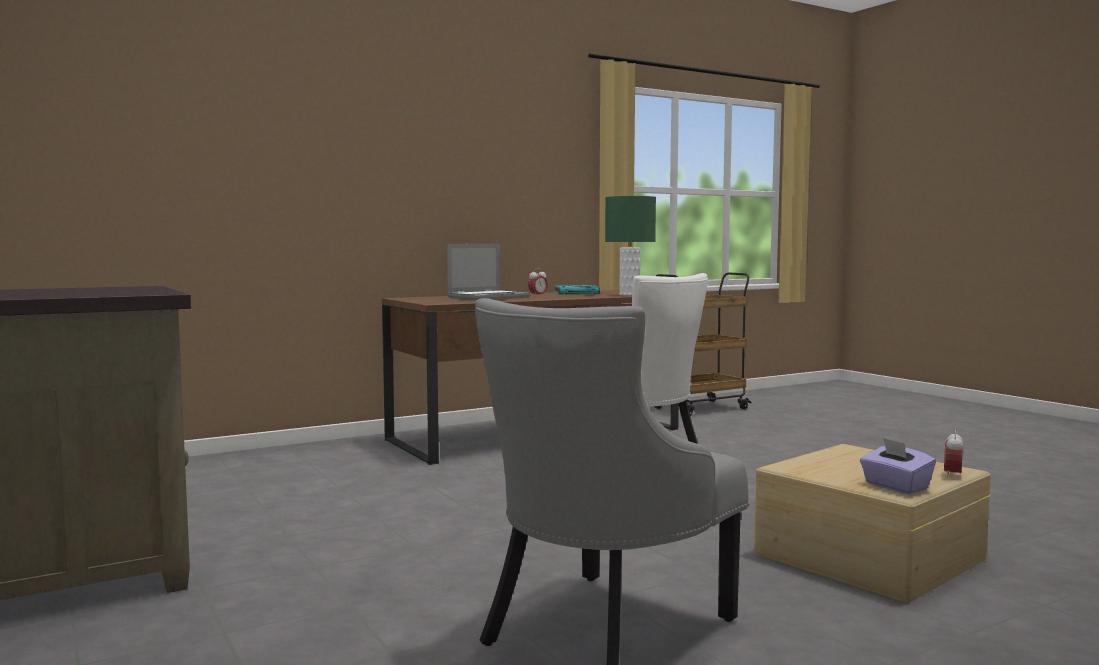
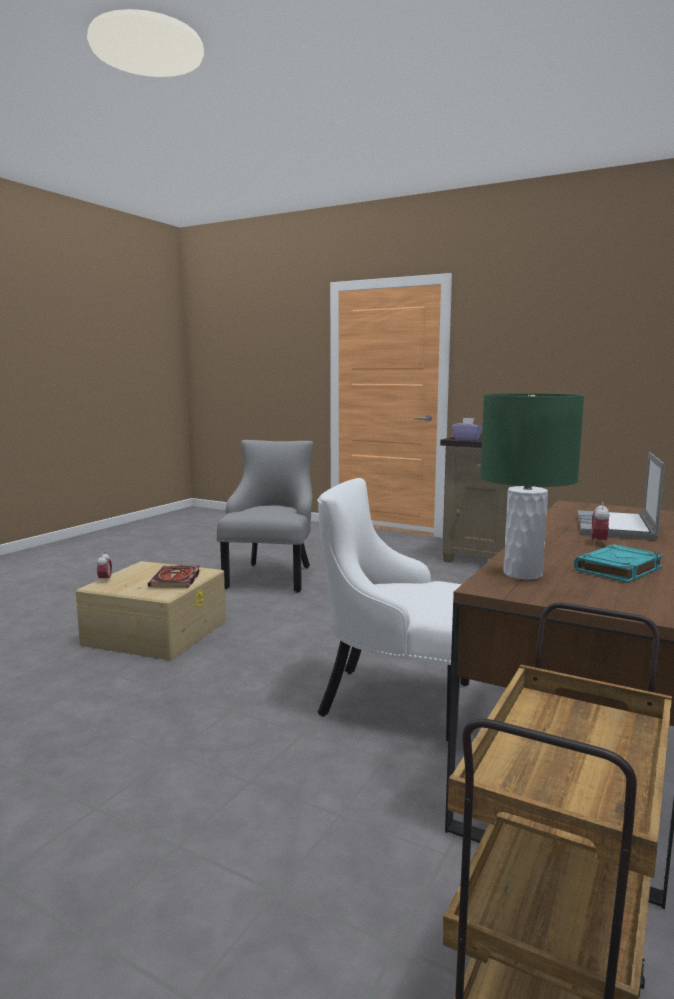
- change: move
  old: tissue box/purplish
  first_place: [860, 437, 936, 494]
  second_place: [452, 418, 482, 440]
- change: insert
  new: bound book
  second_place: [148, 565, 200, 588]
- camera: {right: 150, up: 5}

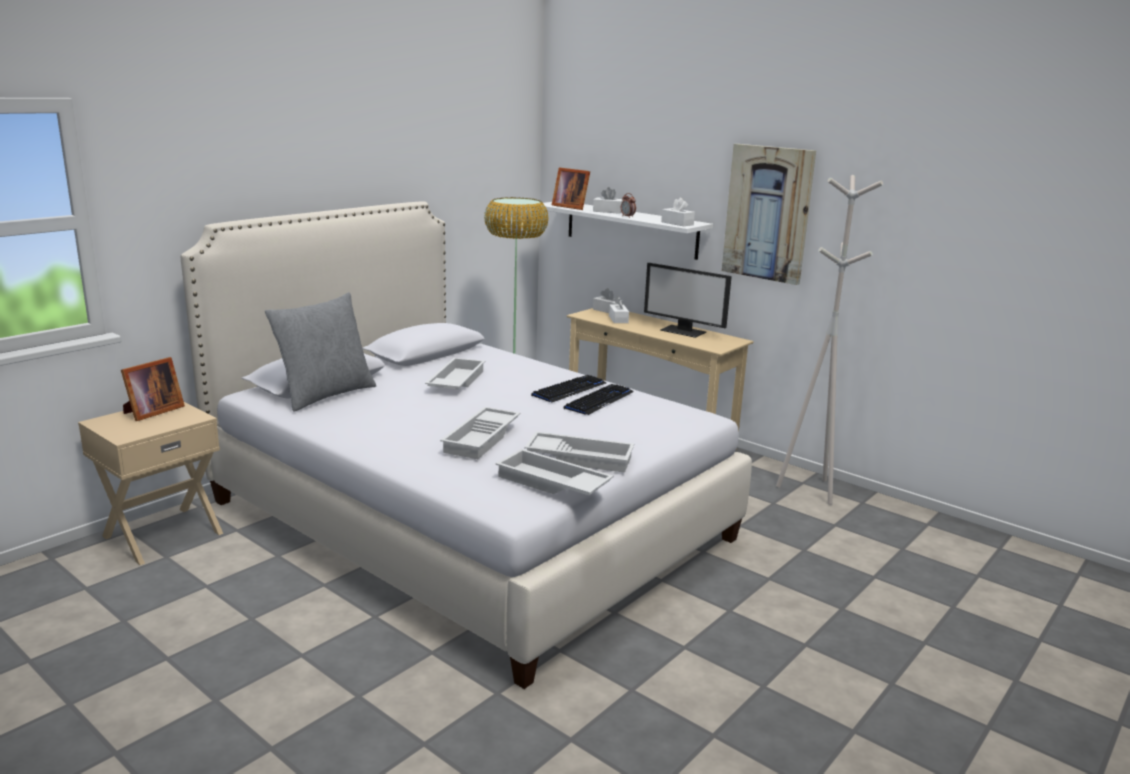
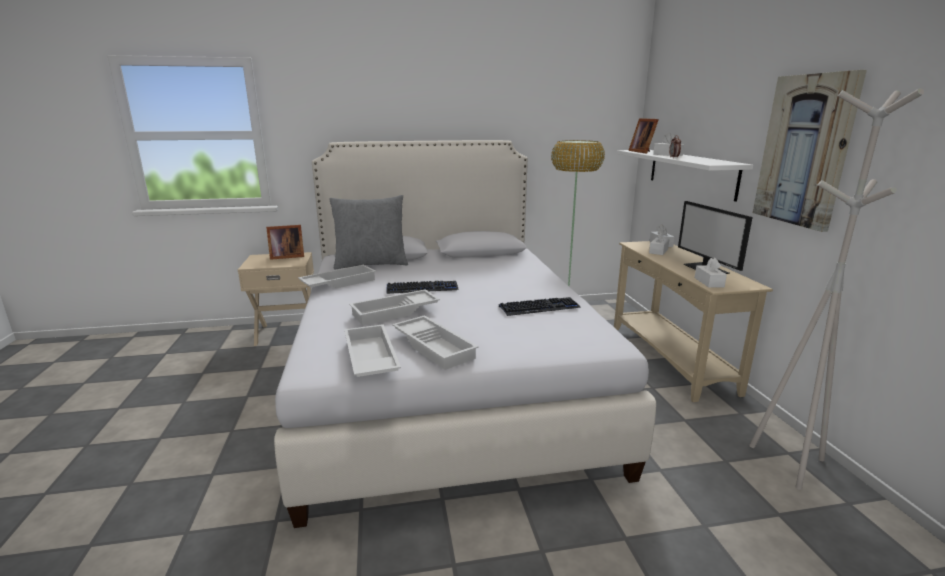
- change: move
  old: tissue box/white
  first_place: [661, 198, 695, 226]
  second_place: [695, 257, 727, 288]
- change: move
  old: carrying tray/white
  first_place: [425, 358, 485, 389]
  second_place: [298, 265, 376, 288]
- change: move
  old: PC keyboard
  first_place: [531, 375, 606, 402]
  second_place: [386, 281, 459, 294]
- camera: {right: 40, up: 0}

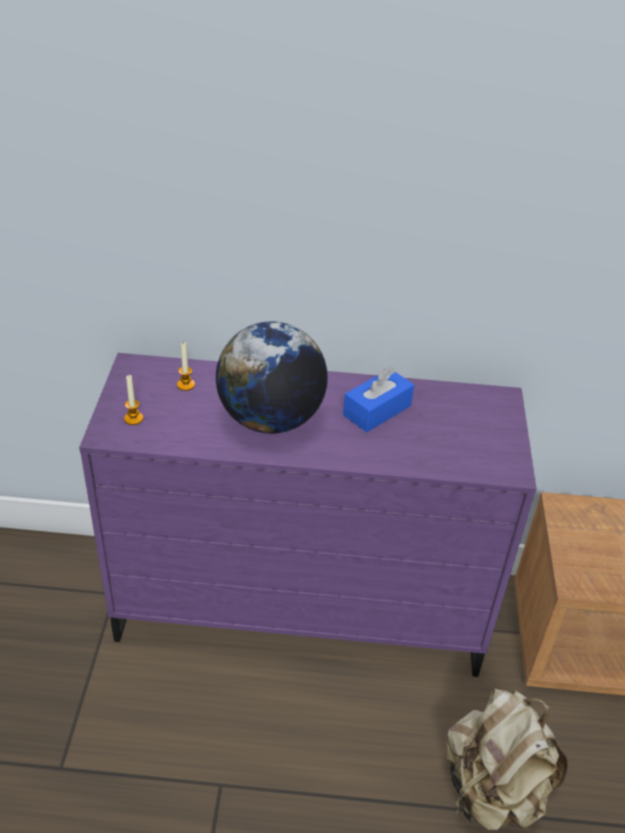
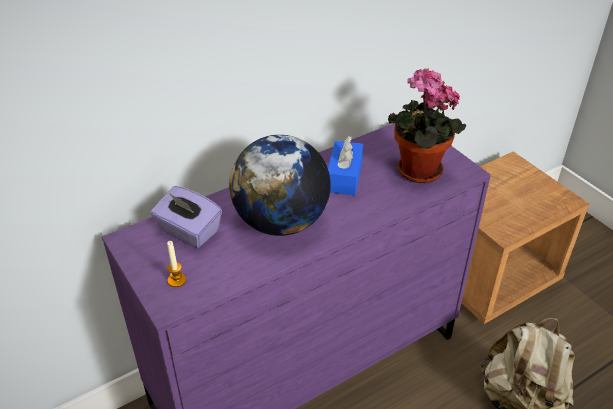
- change: replace
  old: candle
  new: tissue box/purplish
  first_place: [177, 342, 195, 391]
  second_place: [151, 186, 222, 248]
- change: insert
  new: potted plant
  second_place: [388, 68, 466, 183]
- camera: {right: -35, up: 0}

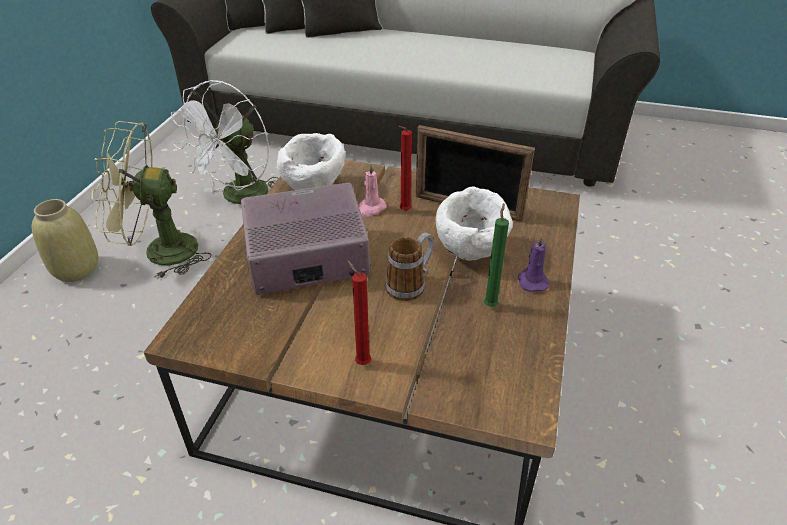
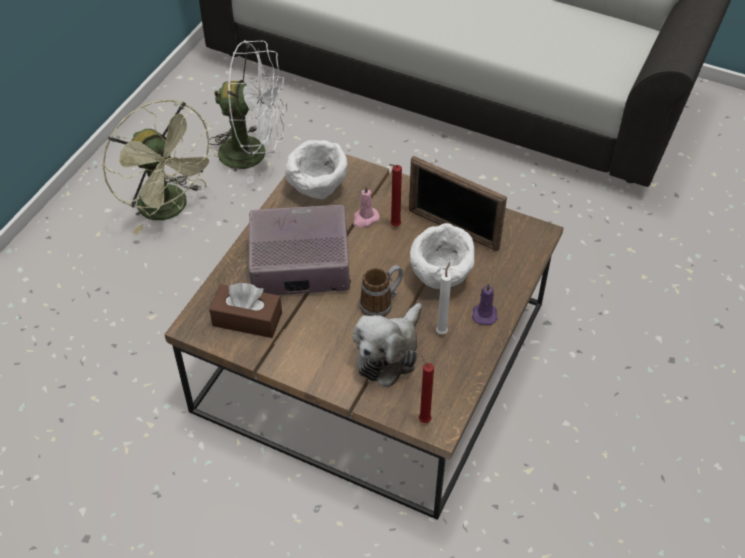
- change: rotate
  old: cooling fan/white
  first_place: [171, 80, 278, 204]
  second_place: [209, 40, 287, 184]
  degrees: -120
- change: rotate
  old: cooling fan/greenish
  first_place: [91, 121, 212, 279]
  second_place: [103, 100, 219, 234]
  degrees: -135
- change: delete
  old: flower vase/beige-coloured
  first_place: [32, 199, 98, 282]
- change: recolor
  old: candle/greenish
  new: candle/white
  first_place: [484, 203, 509, 307]
  second_place: [436, 262, 452, 334]
- change: move
  old: candle/red
  first_place: [347, 260, 371, 365]
  second_place: [419, 354, 434, 423]
- change: insert
  new: tissue box/brown-coloured
  second_place: [209, 283, 282, 338]
- change: insert
  new: plush toy
  second_place: [353, 303, 422, 387]
- camera: {right: 10, up: 10}

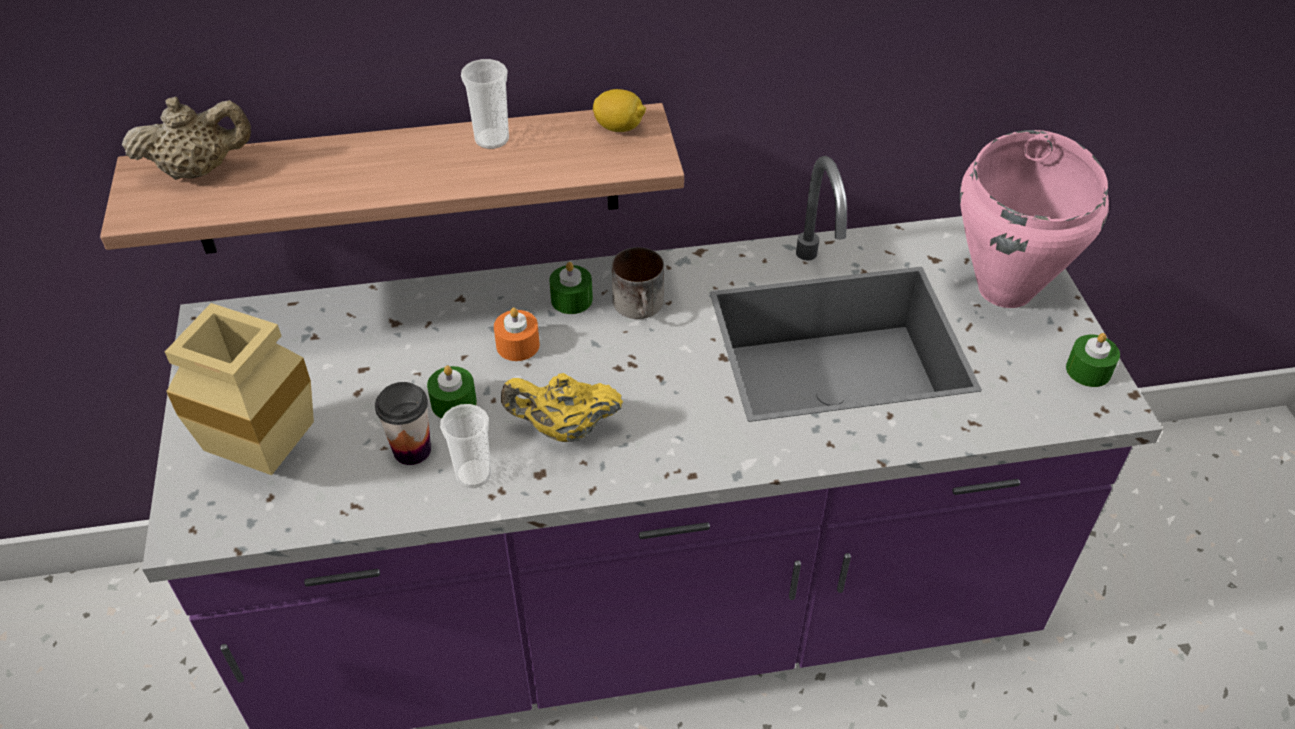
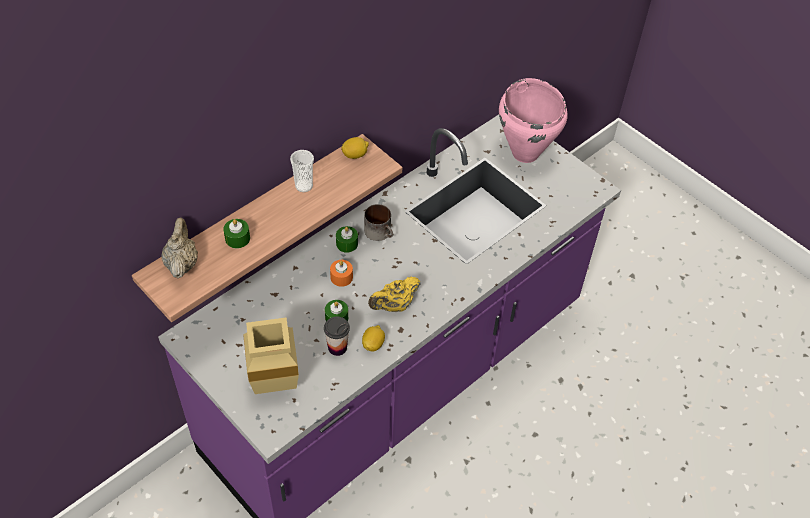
- change: rotate
  old: teapot/beige-coloured
  first_place: [122, 96, 251, 180]
  second_place: [161, 217, 198, 278]
  degrees: -45
- change: move
  old: candle/greenish
  first_place: [1066, 333, 1120, 387]
  second_place: [223, 219, 250, 249]
- change: replace
  old: drinking cup
  new: whole lemon
  first_place: [440, 404, 492, 488]
  second_place: [362, 325, 385, 352]
- camera: {right: -35, up: 5}

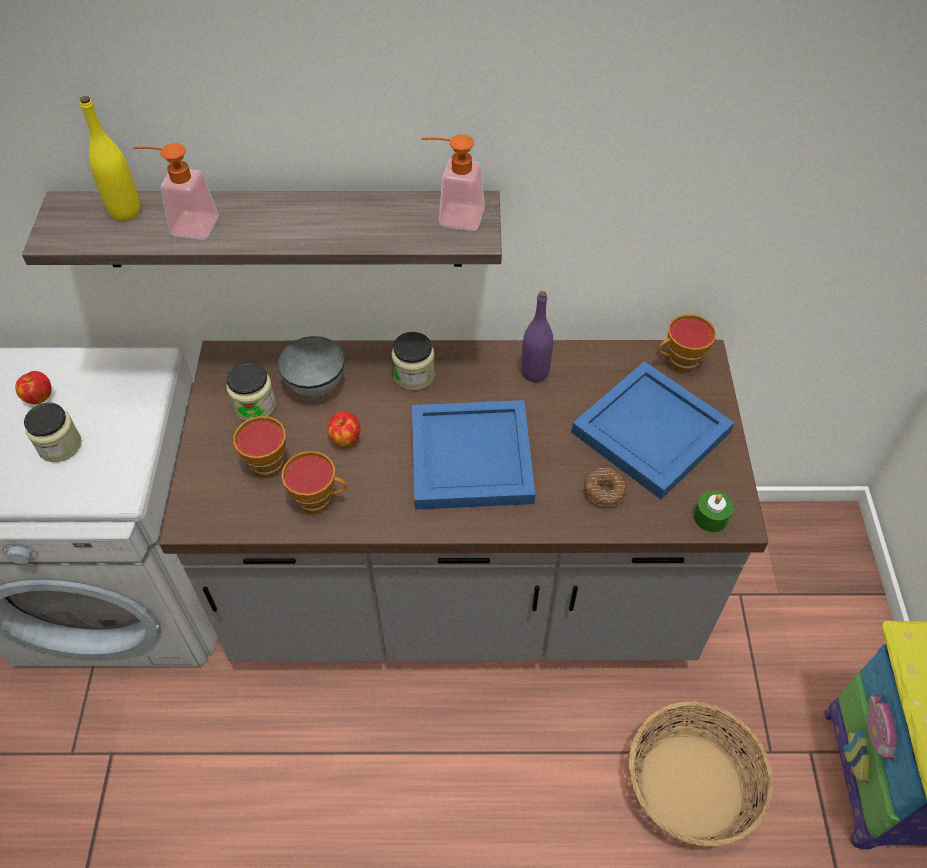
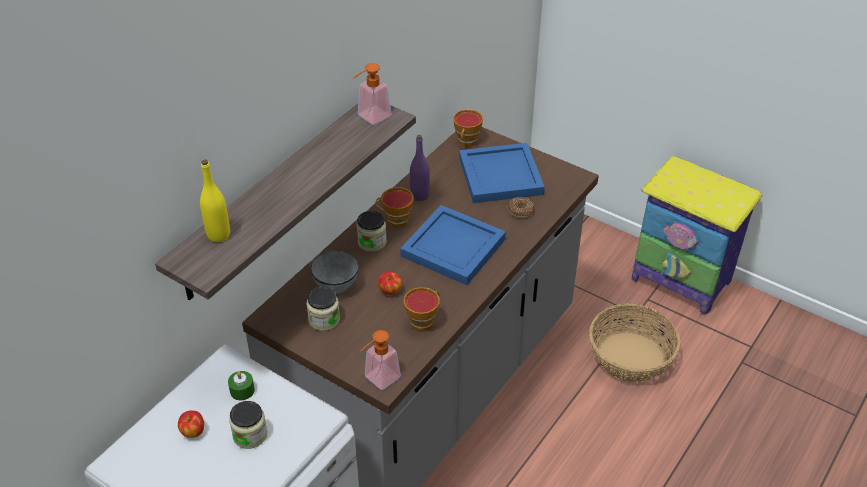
- change: move
  old: soap bottle
  first_place: [133, 143, 219, 240]
  second_place: [360, 330, 401, 390]
- change: move
  old: drinking cup
  first_place: [233, 416, 286, 478]
  second_place: [376, 187, 414, 228]
- change: move
  old: candle/greenish
  first_place: [694, 491, 734, 532]
  second_place: [228, 371, 255, 400]
- camera: {right: -55, up: -10}

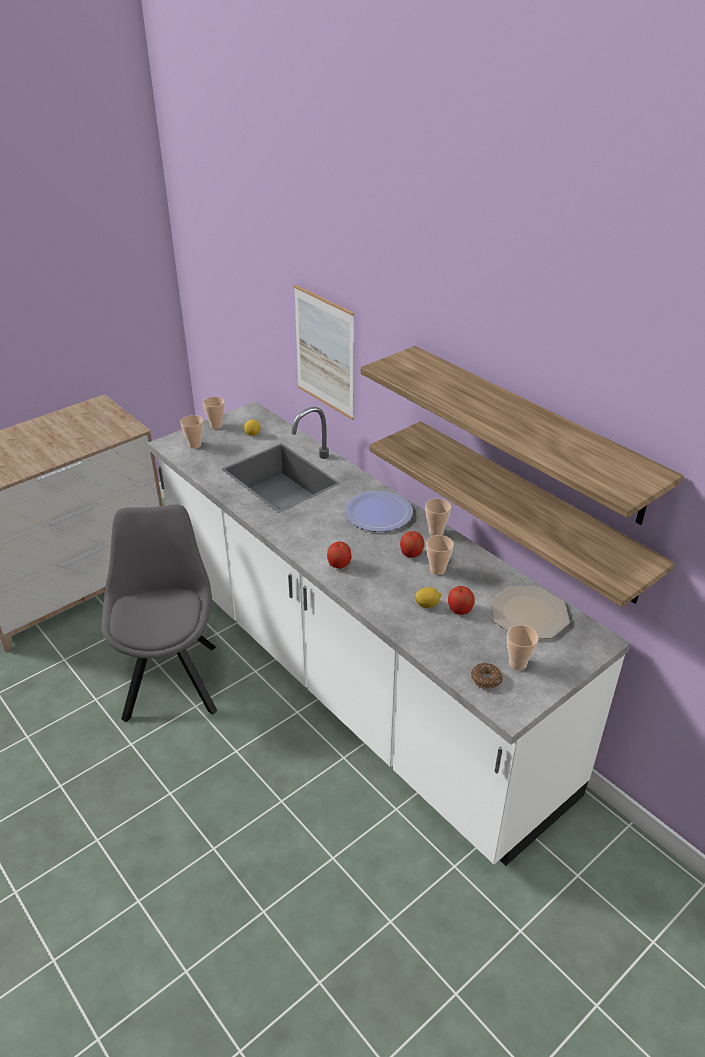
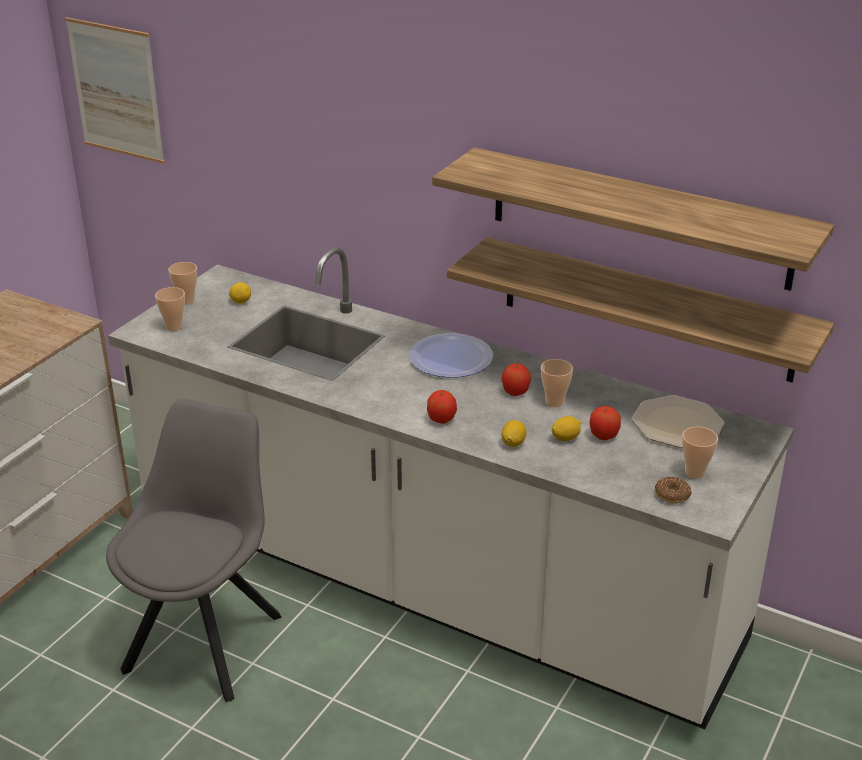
- change: move
  old: picture
  first_place: [293, 285, 354, 420]
  second_place: [65, 17, 165, 164]
- change: delete
  old: drinking cup
  first_place: [425, 498, 451, 536]
- change: rotate
  old: upright chair/gray
  first_place: [101, 504, 217, 722]
  second_place: [106, 399, 282, 702]
  degrees: 45
- change: insert
  new: whole lemon
  second_place: [502, 420, 527, 447]
- camera: {right: -20, up: -5}

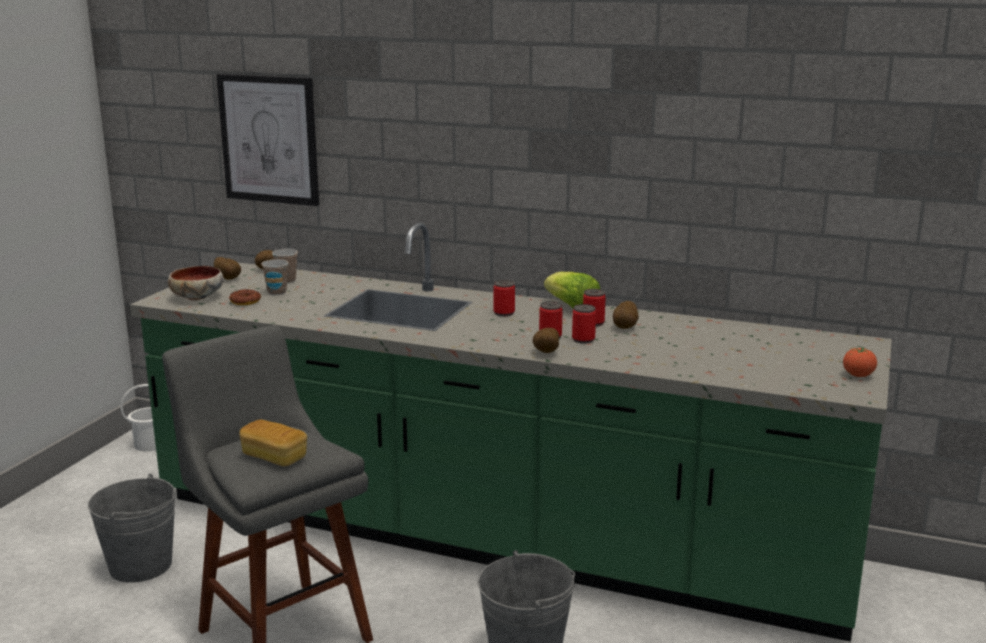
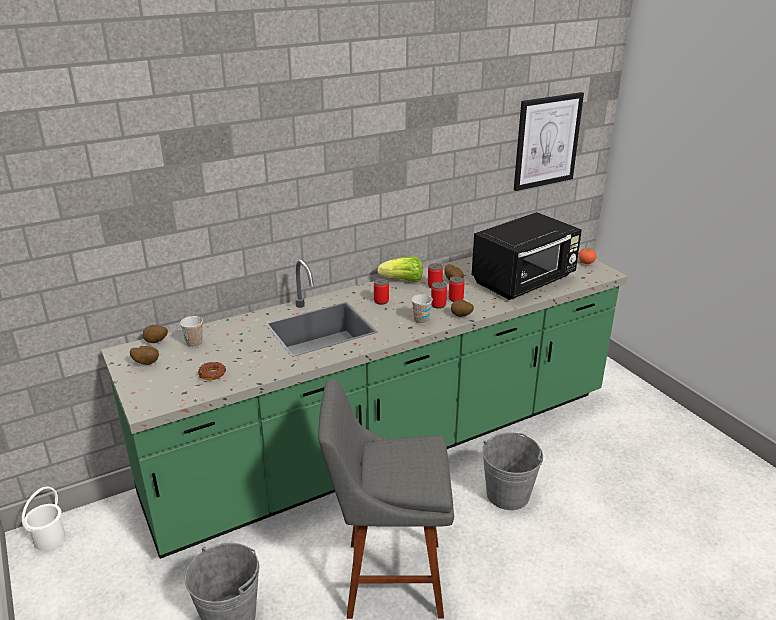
- change: move
  old: picture
  first_place: [216, 73, 319, 206]
  second_place: [514, 92, 584, 191]
- change: move
  old: drinking cup
  first_place: [261, 259, 289, 295]
  second_place: [412, 294, 433, 324]
- change: delete
  old: serving bowl
  first_place: [168, 266, 224, 300]
- change: delete
  old: bread
  first_place: [239, 419, 307, 466]
- change: insert
  new: kitchen microwave/blackish
  second_place: [472, 212, 582, 300]
- camera: {right: -50, up: 10}

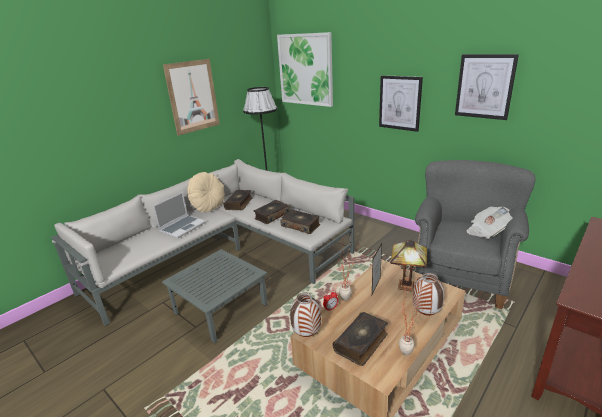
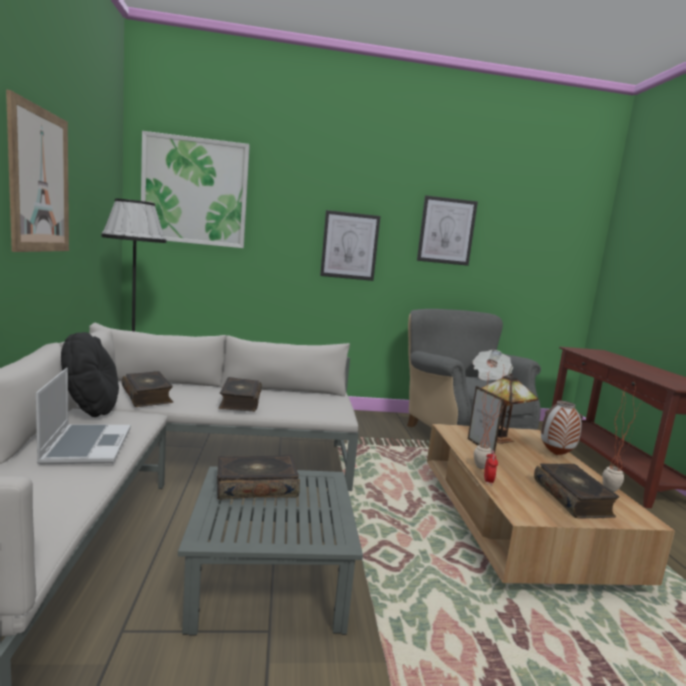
- change: recolor
  old: throw pillow/beige-coloured
  new: throw pillow/blackish
  first_place: [187, 172, 225, 212]
  second_place: [61, 332, 119, 417]
- change: move
  old: bound book
  first_place: [280, 210, 320, 234]
  second_place: [217, 455, 300, 500]
- change: delete
  old: flower vase
  first_place: [290, 293, 321, 337]
- camera: {right: -50, up: -15}

